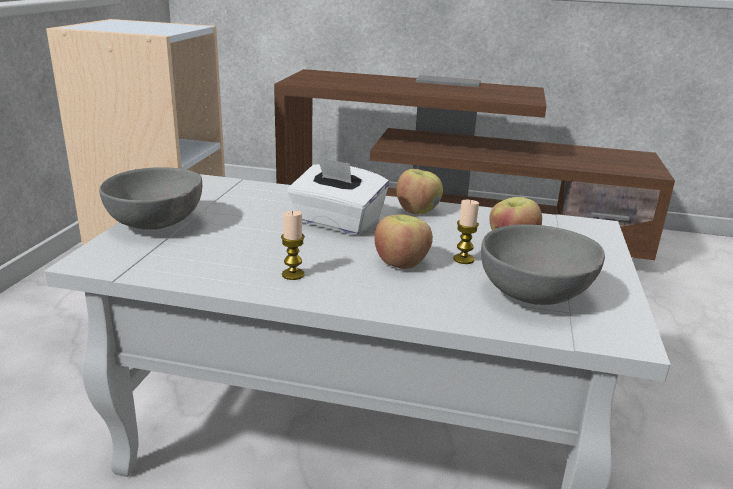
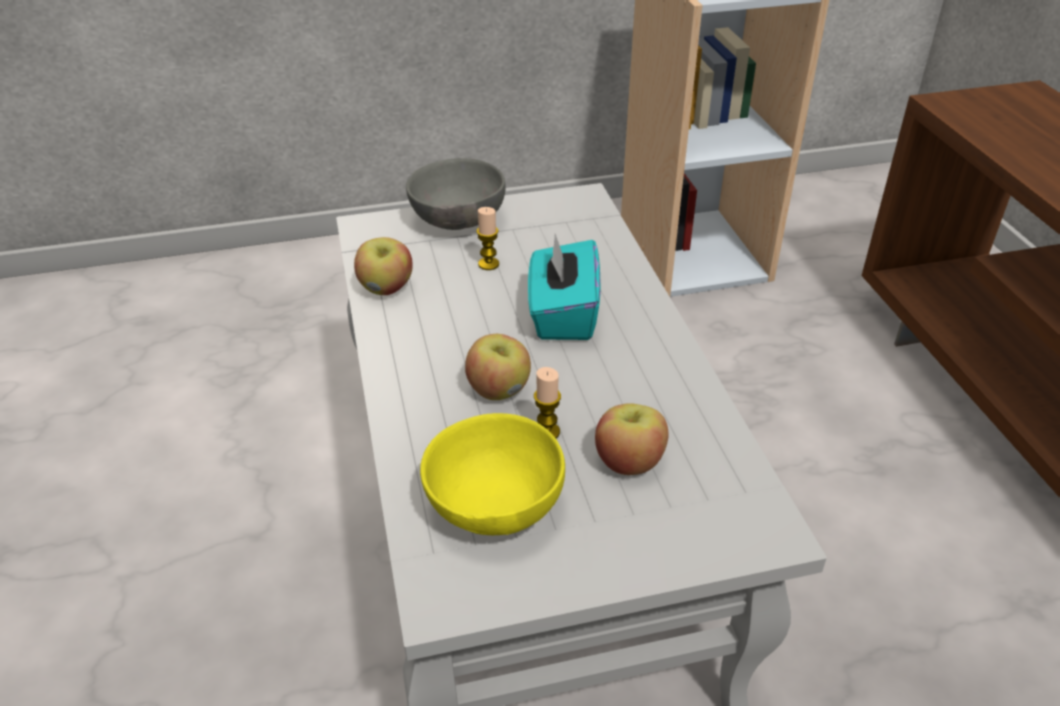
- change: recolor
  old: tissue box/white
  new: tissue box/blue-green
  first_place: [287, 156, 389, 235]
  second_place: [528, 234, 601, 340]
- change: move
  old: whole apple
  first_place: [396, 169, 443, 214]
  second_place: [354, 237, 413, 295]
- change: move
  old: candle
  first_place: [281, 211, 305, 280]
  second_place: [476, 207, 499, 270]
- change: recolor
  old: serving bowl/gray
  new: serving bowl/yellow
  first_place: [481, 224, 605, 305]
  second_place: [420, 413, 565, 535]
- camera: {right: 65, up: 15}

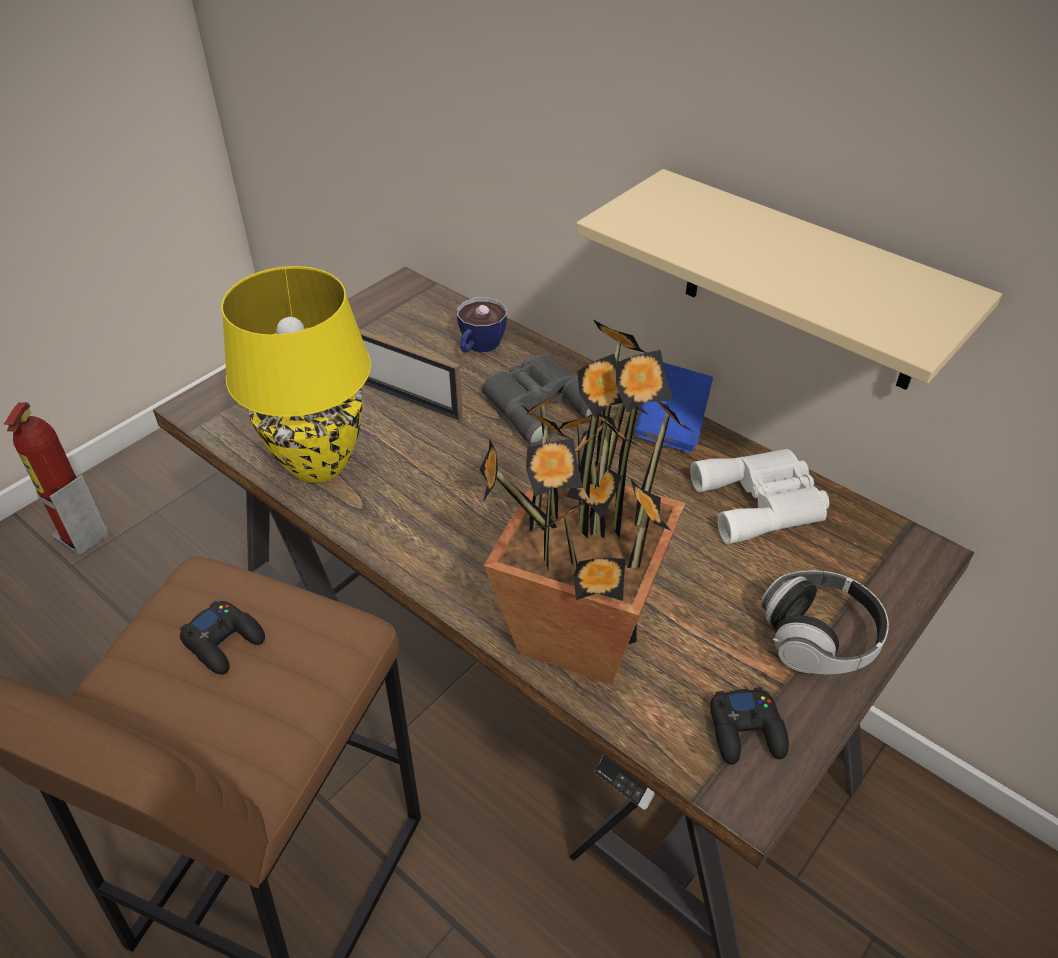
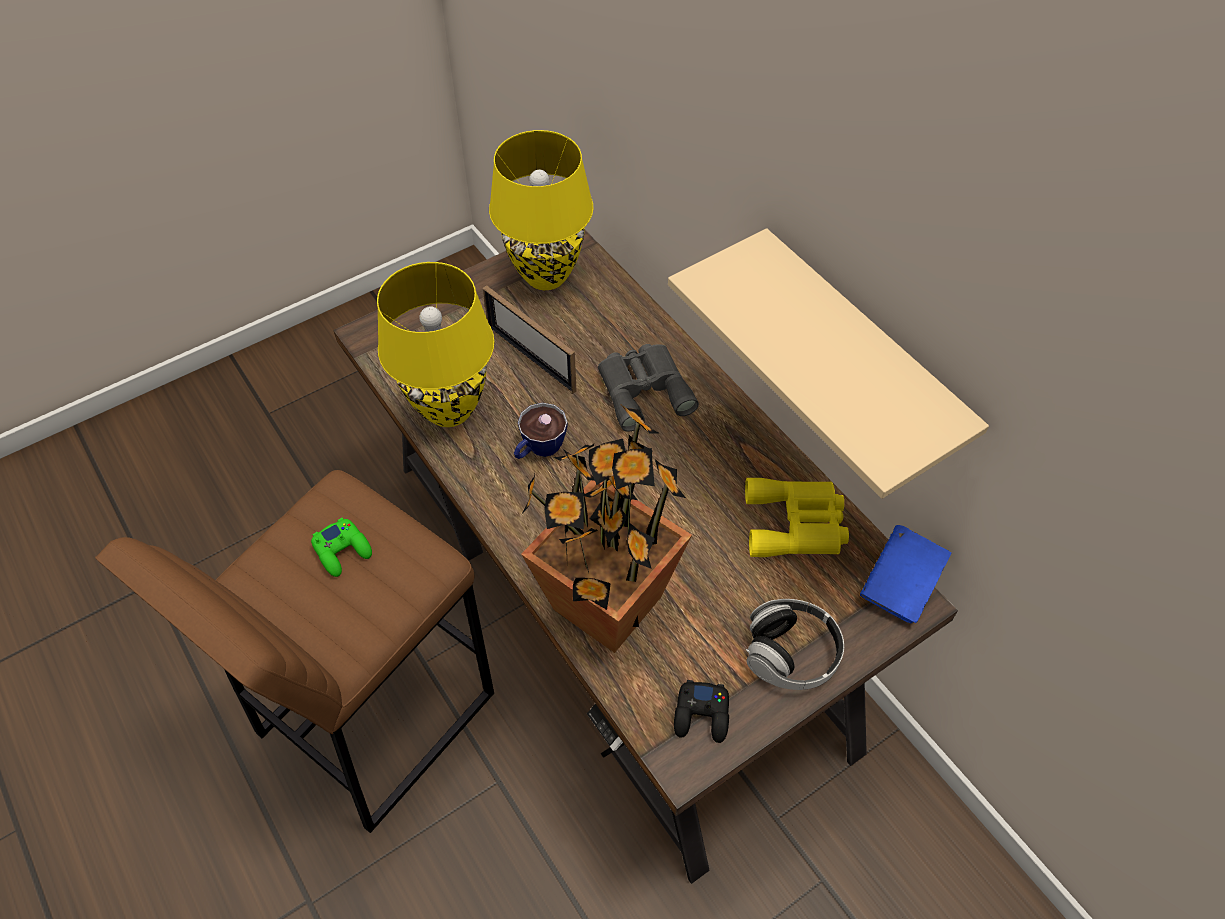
- change: move
  old: drinking cup
  first_place: [457, 297, 507, 352]
  second_place: [514, 403, 567, 459]
- change: move
  old: bound book/blue
  first_place: [634, 362, 713, 452]
  second_place: [860, 525, 951, 624]
- change: delete
  old: fire-fighting cylinder
  first_place: [4, 402, 109, 556]
- change: recolor
  old: binoculars/white
  new: binoculars/yellow
  first_place: [690, 449, 829, 544]
  second_place: [745, 478, 849, 557]
- change: recolor
  old: gamepad/blackish
  new: gamepad/greenish
  first_place: [180, 601, 265, 675]
  second_place: [311, 518, 372, 577]
- change: insert
  new: table lamp/yellow
  second_place: [489, 130, 593, 290]
- camera: {right: 15, up: 10}

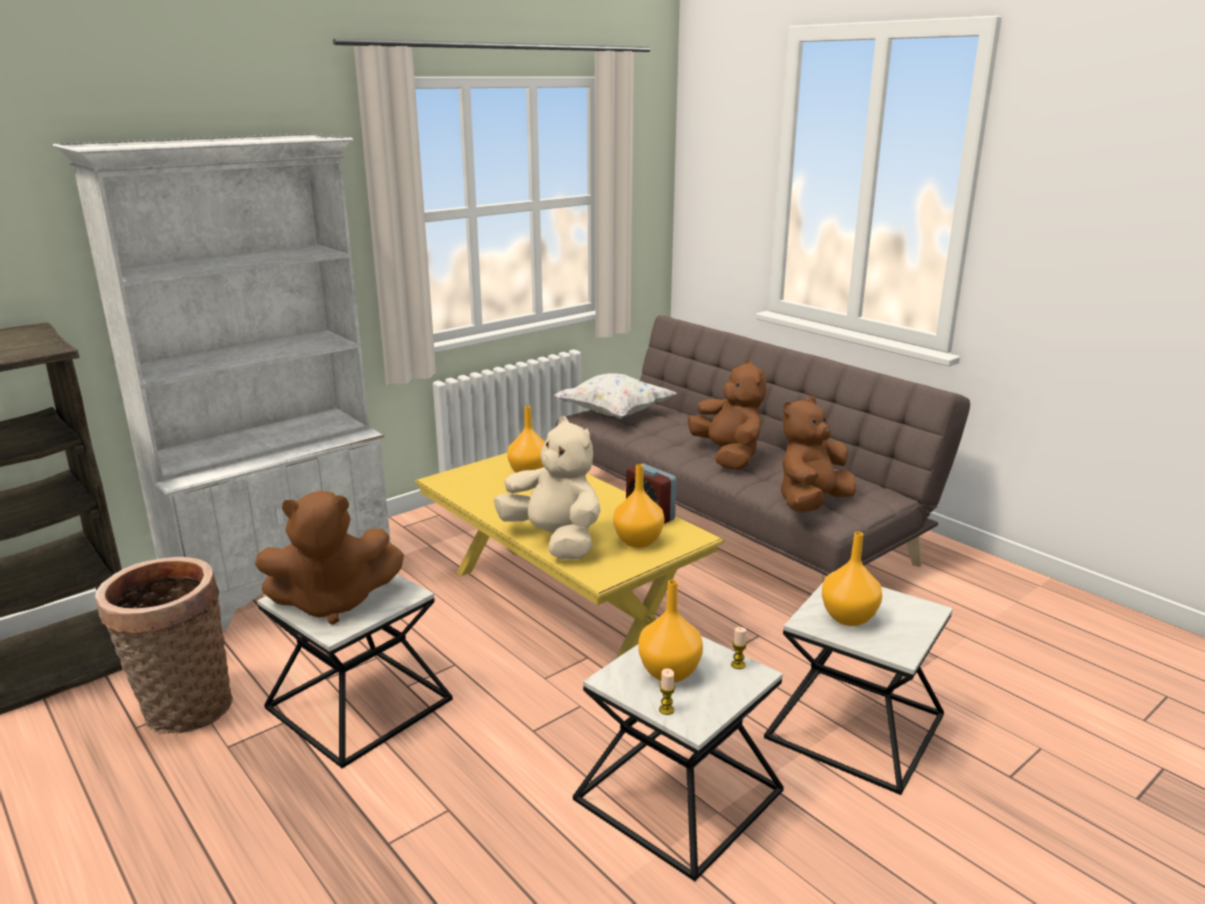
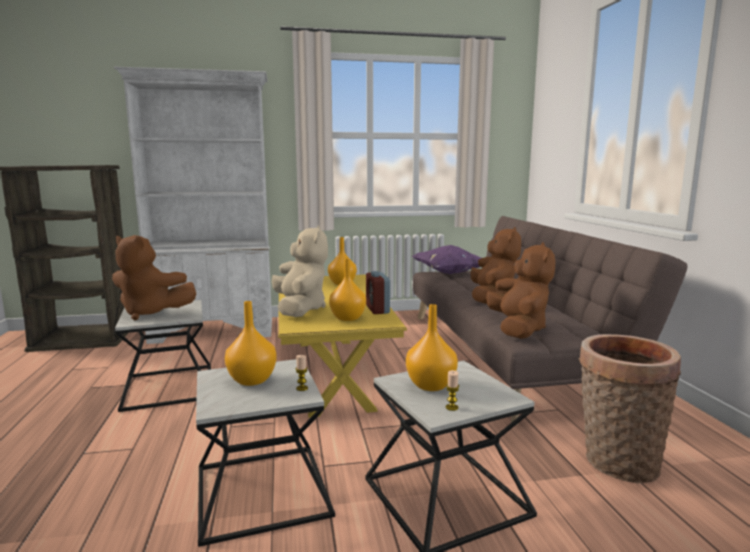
- change: recolor
  old: throw pillow/white
  new: throw pillow/purplish
  first_place: [554, 373, 677, 419]
  second_place: [412, 245, 481, 274]
- change: rotate
  old: plush toy/brown-coloured
  first_place: [781, 396, 856, 513]
  second_place: [486, 242, 556, 339]
  degrees: 105
- change: move
  old: basket
  first_place: [95, 557, 233, 734]
  second_place: [579, 334, 681, 483]
- change: move
  old: candle
  first_place: [659, 668, 675, 715]
  second_place: [446, 370, 459, 411]
- camera: {right: 30, up: -10}

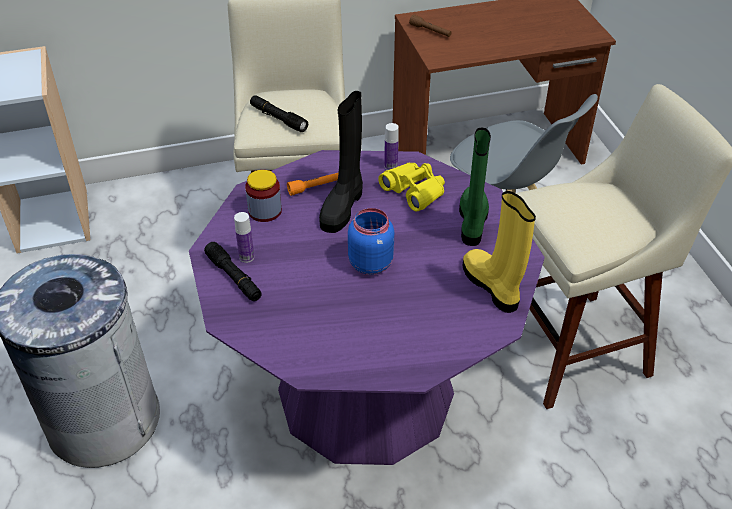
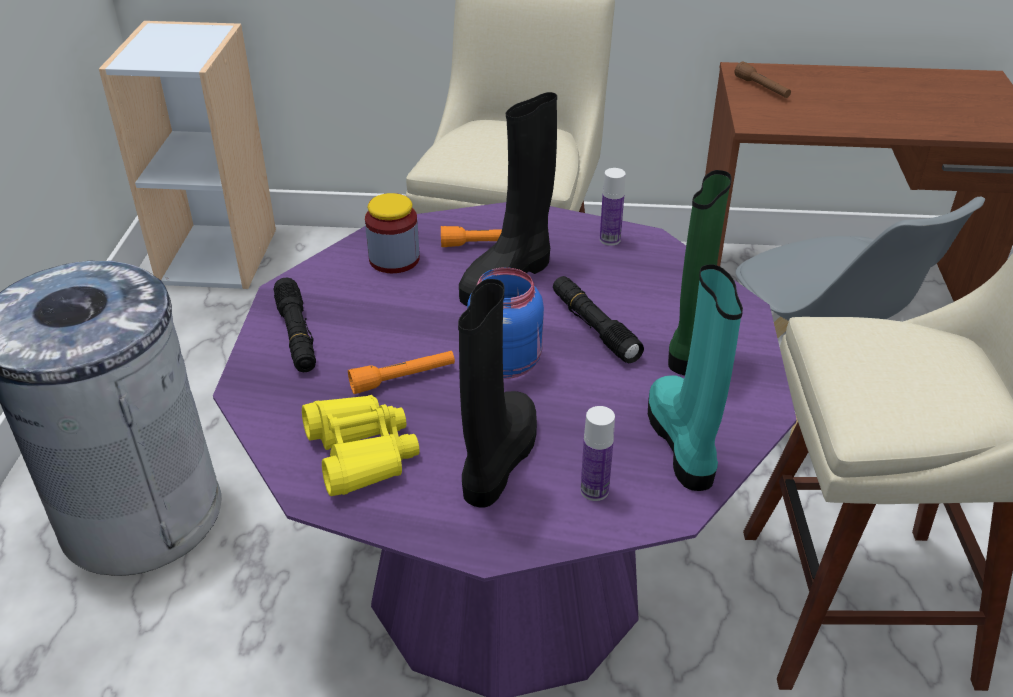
- change: move
  old: hand torch/blackish
  first_place: [250, 95, 308, 132]
  second_place: [553, 276, 644, 363]
- change: move
  old: binoculars/yellow
  first_place: [378, 163, 445, 212]
  second_place: [302, 395, 419, 496]
- change: recolor
  old: high-top boot/yellow
  new: high-top boot/blue-green
  first_place: [463, 191, 536, 313]
  second_place: [648, 264, 743, 491]
- change: move
  old: drink bottle
  first_place: [234, 212, 254, 263]
  second_place: [581, 406, 615, 501]
- change: insert
  new: high-top boot/blackish
  second_place: [458, 279, 537, 508]
- change: insert
  new: hand torch/orange-coloured
  second_place: [348, 351, 455, 394]
- camera: {right: 20, up: -5}

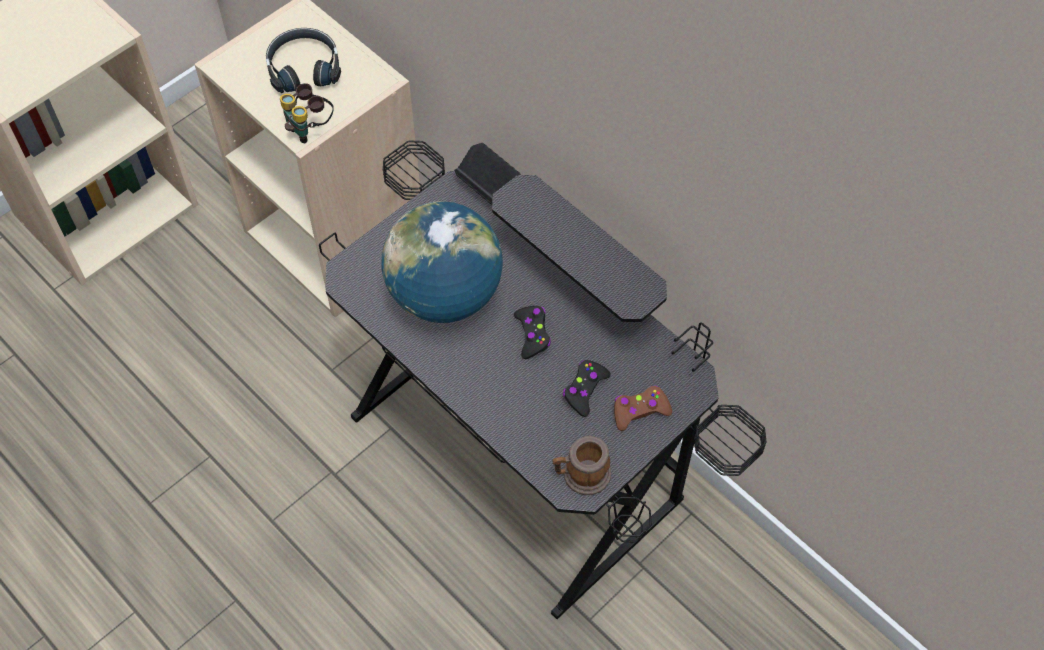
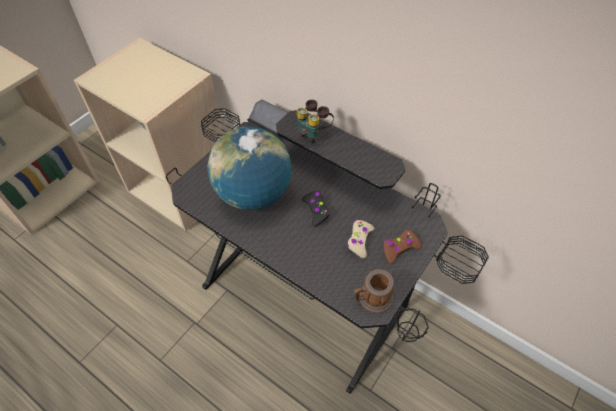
- change: delete
  old: headset/blackish
  first_place: [266, 28, 341, 93]
- change: move
  old: binoculars
  first_place: [280, 83, 333, 143]
  second_place: [297, 100, 334, 144]
- change: recolor
  old: gamepad/blackish
  new: gamepad/beige-coloured
  first_place: [563, 360, 611, 417]
  second_place: [347, 220, 374, 258]
- camera: {right: -10, up: -5}

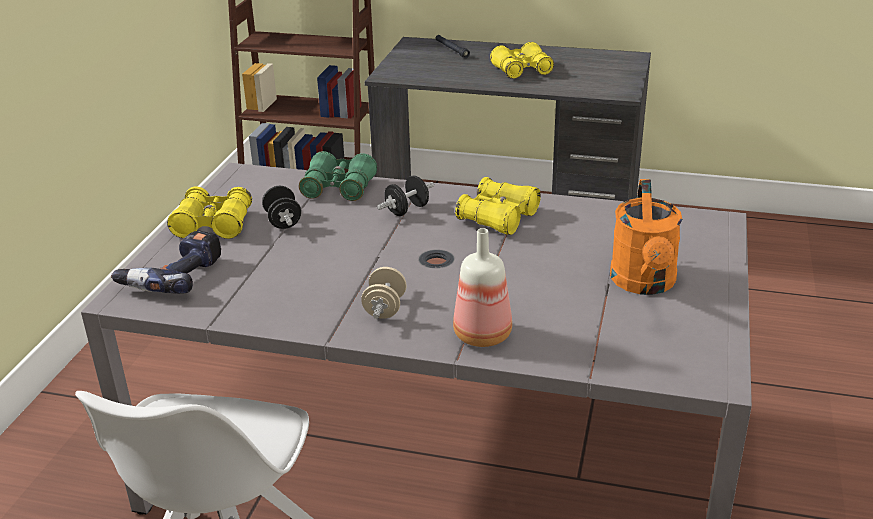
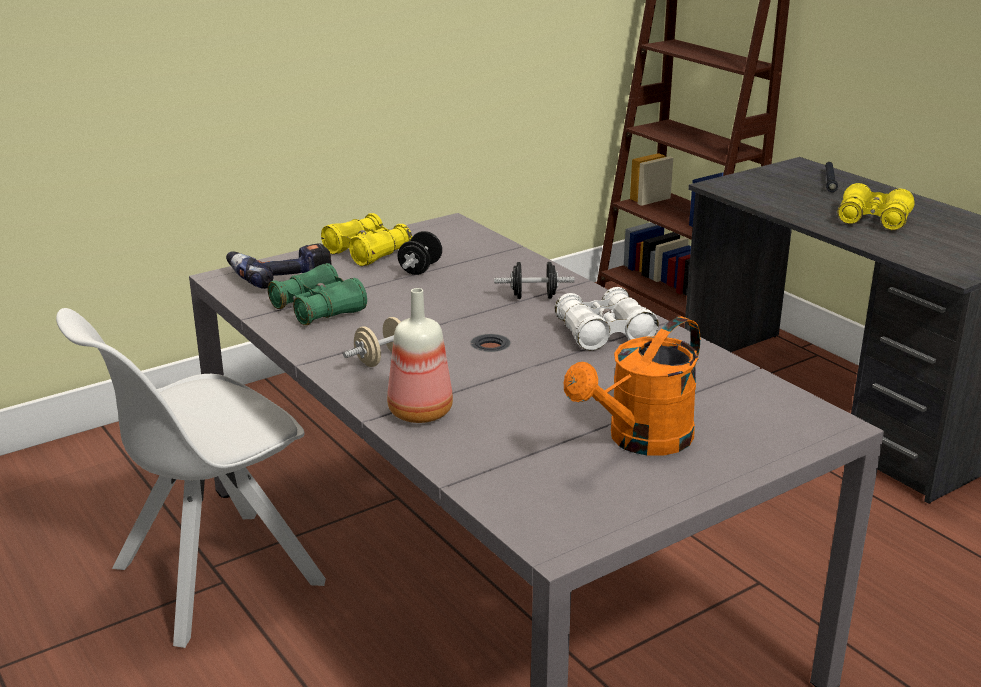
- change: move
  old: binoculars/greenish
  first_place: [299, 151, 377, 201]
  second_place: [268, 263, 367, 325]
- change: recolor
  old: binoculars/yellow
  new: binoculars/white
  first_place: [455, 177, 541, 235]
  second_place: [555, 287, 659, 350]
- camera: {right: 40, up: -5}

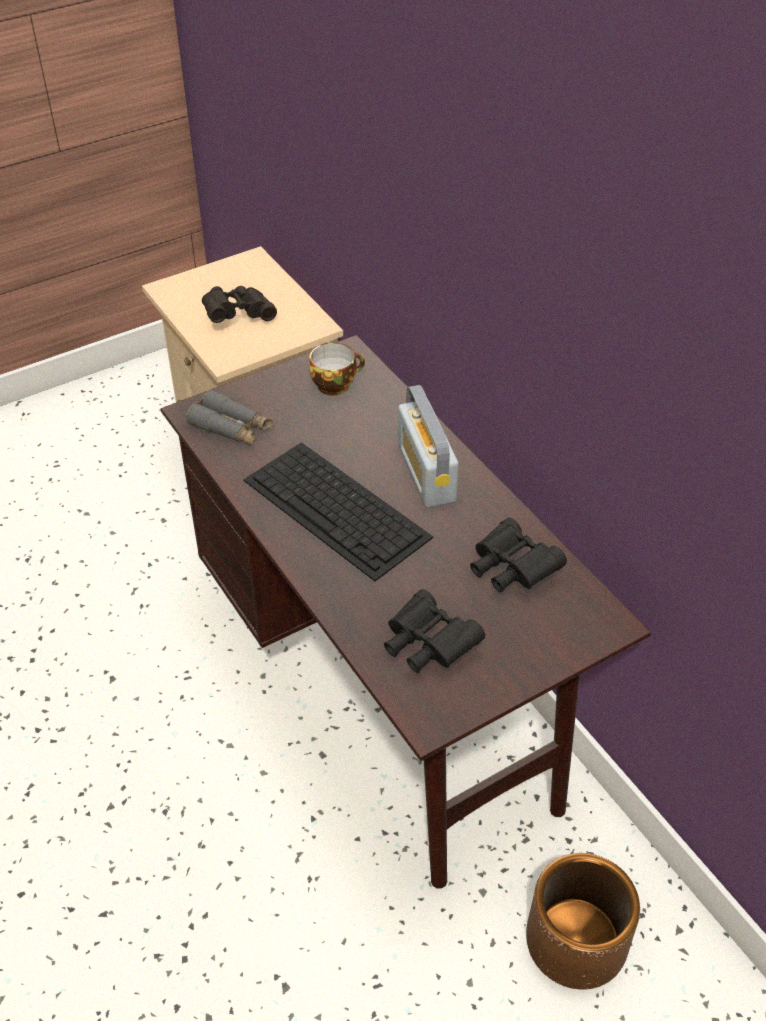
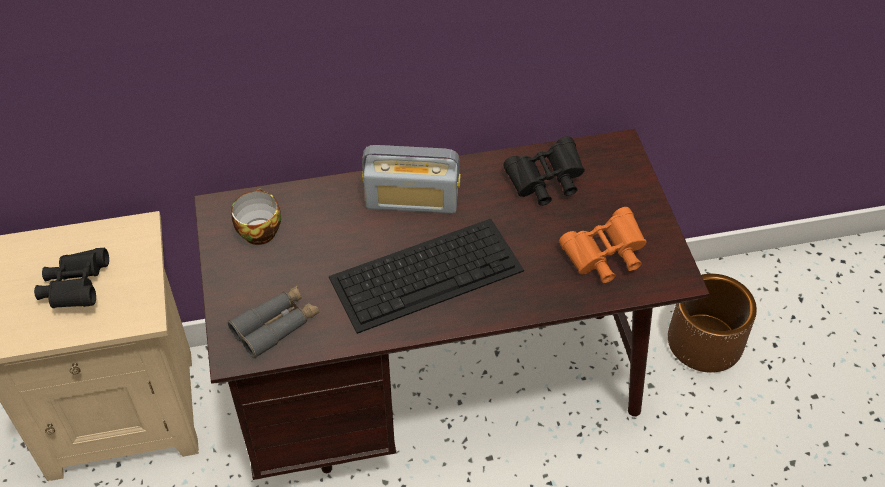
- change: recolor
  old: binoculars/blackish
  new: binoculars/orange-coloured
  first_place: [384, 589, 485, 673]
  second_place: [559, 207, 647, 283]
- camera: {right: -70, up: 5}

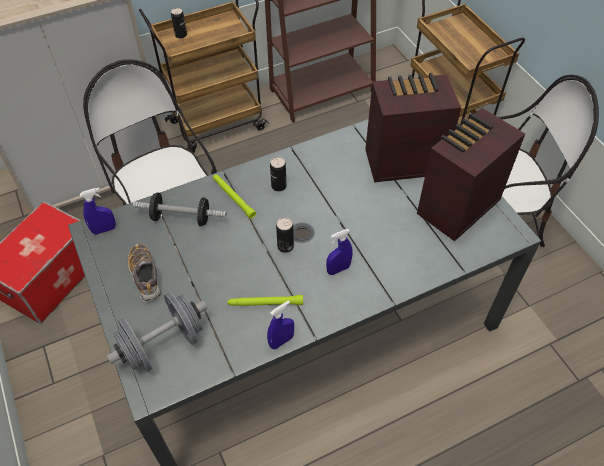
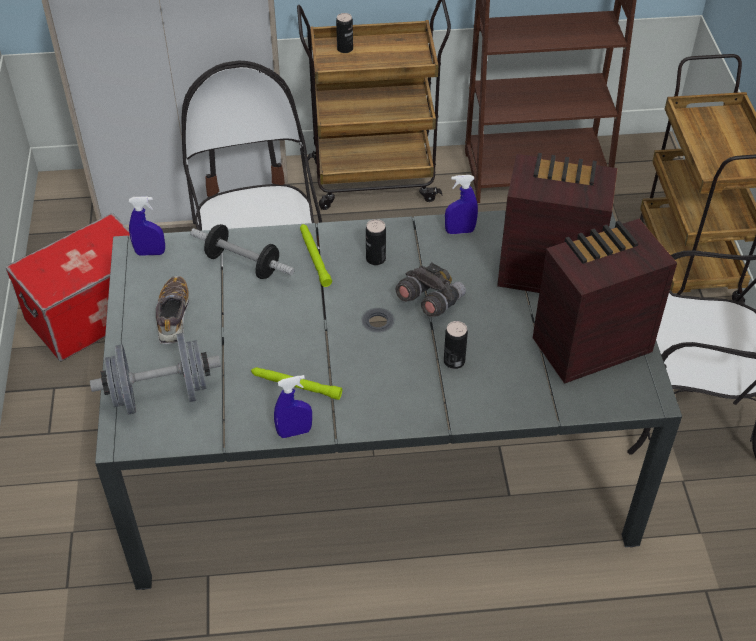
- change: move
  old: metal can
  first_place: [276, 217, 294, 253]
  second_place: [444, 321, 468, 369]
- change: move
  old: spray bottle/blue
  first_place: [326, 229, 353, 275]
  second_place: [445, 175, 478, 234]
- change: insert
  new: binoculars/gray
  second_place: [396, 262, 466, 317]
- camera: {right: 20, up: -5}

